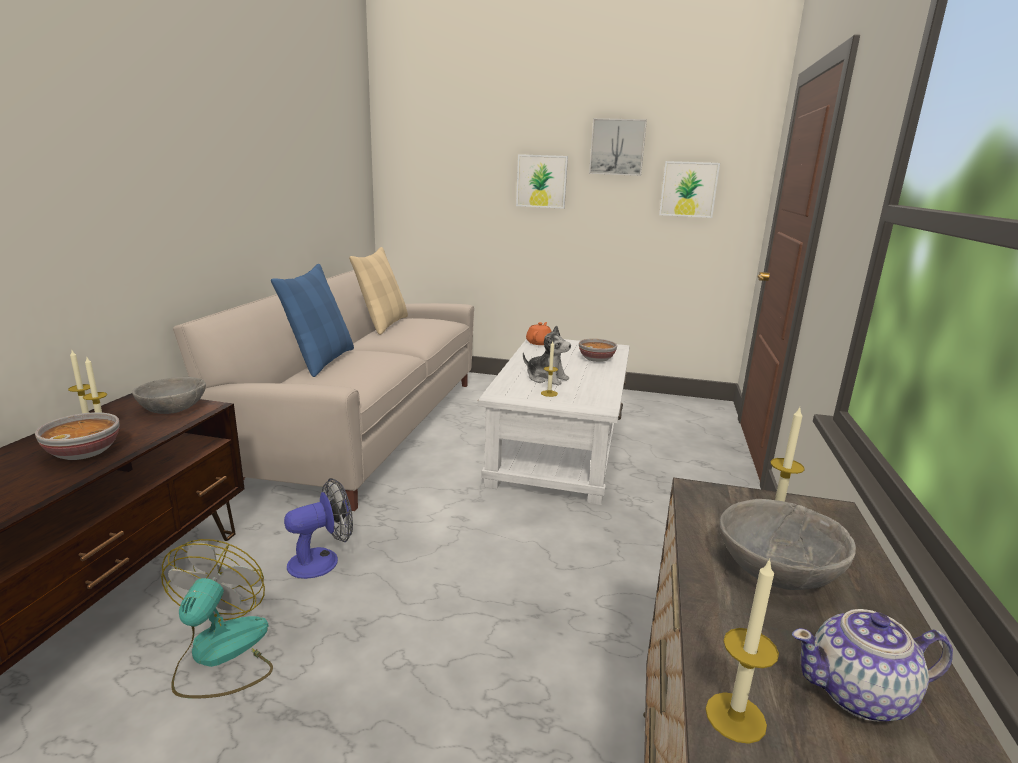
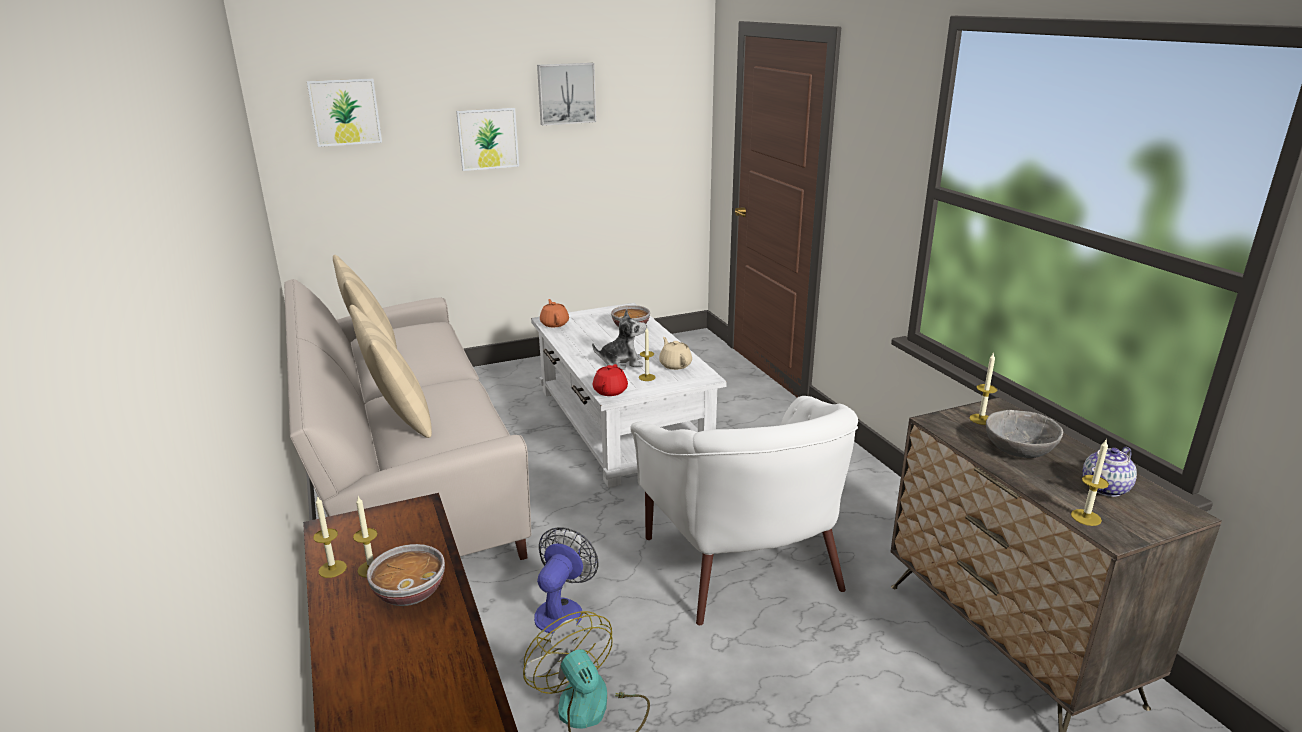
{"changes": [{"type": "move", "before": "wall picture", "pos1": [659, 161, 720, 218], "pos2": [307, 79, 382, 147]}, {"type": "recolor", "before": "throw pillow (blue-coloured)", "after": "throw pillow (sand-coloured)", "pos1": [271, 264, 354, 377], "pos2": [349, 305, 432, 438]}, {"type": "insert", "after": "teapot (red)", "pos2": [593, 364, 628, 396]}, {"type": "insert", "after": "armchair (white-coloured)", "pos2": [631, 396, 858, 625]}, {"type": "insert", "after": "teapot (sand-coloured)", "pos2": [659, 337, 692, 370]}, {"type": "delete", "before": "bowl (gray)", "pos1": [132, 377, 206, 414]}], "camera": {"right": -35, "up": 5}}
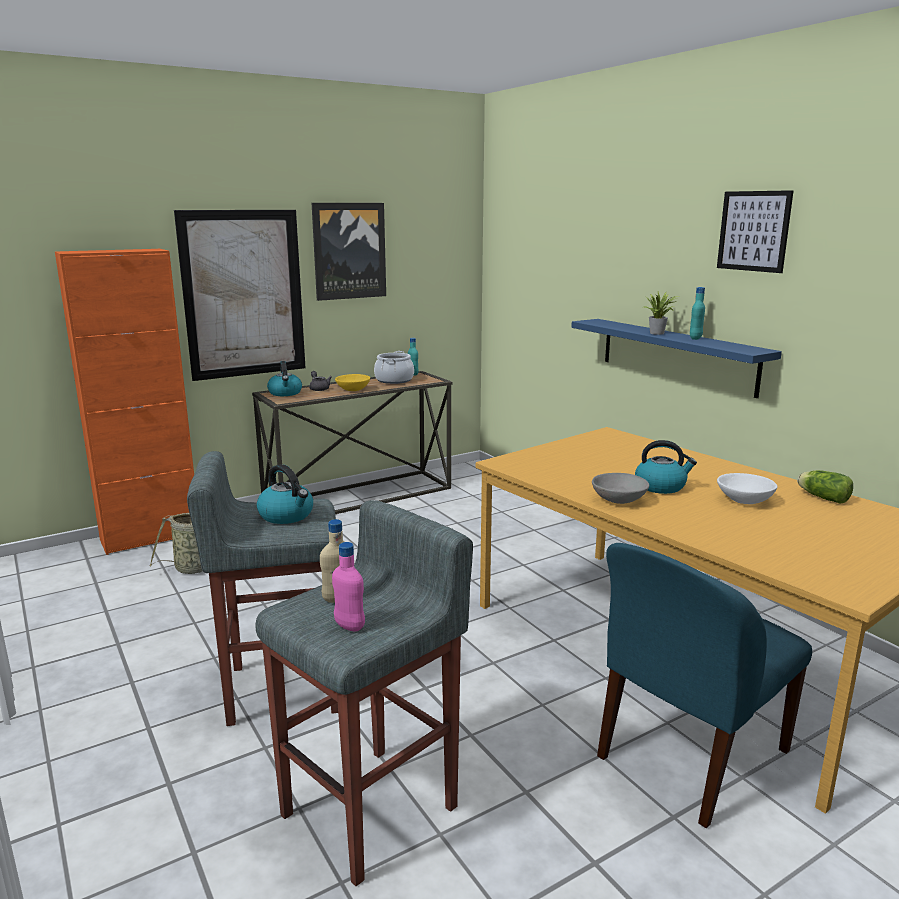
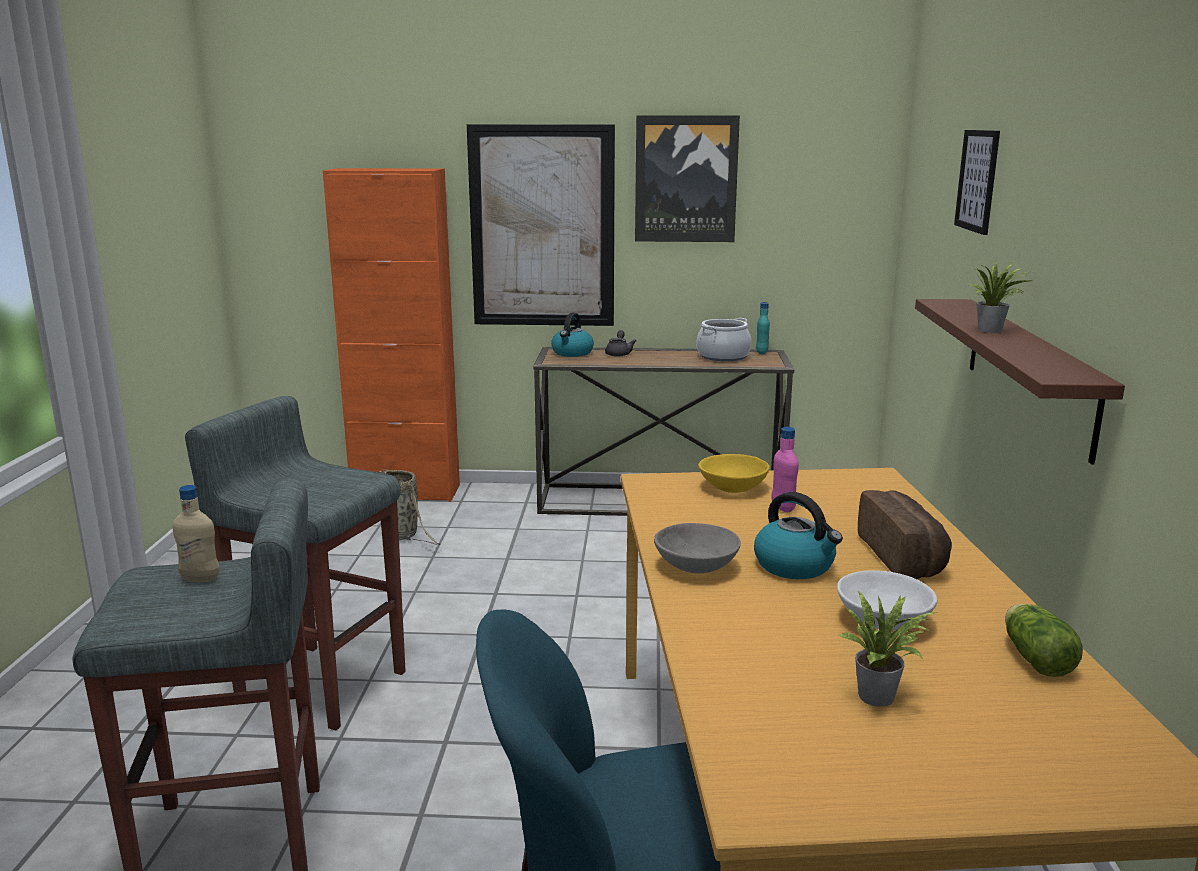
{"changes": [{"type": "move", "before": "bowl (yellow)", "pos1": [335, 374, 370, 391], "pos2": [698, 454, 770, 493]}, {"type": "move", "before": "drink bottle (pink)", "pos1": [332, 542, 365, 631], "pos2": [772, 427, 799, 512]}, {"type": "insert", "after": "potted plant", "pos2": [838, 591, 938, 707]}, {"type": "insert", "after": "baked bread", "pos2": [858, 490, 952, 579]}, {"type": "recolor", "before": "bracket shelf (blue-coloured)", "after": "bracket shelf (brown-coloured)", "pos1": [571, 319, 782, 398], "pos2": [915, 299, 1125, 465]}, {"type": "move", "before": "wall picture", "pos1": [717, 190, 794, 273], "pos2": [954, 130, 1000, 235]}, {"type": "delete", "before": "water kettle", "pos1": [257, 464, 313, 524]}, {"type": "delete", "before": "drink bottle (turquoise-coloured)", "pos1": [690, 287, 705, 340]}], "camera": {"right": 35, "up": 0}}
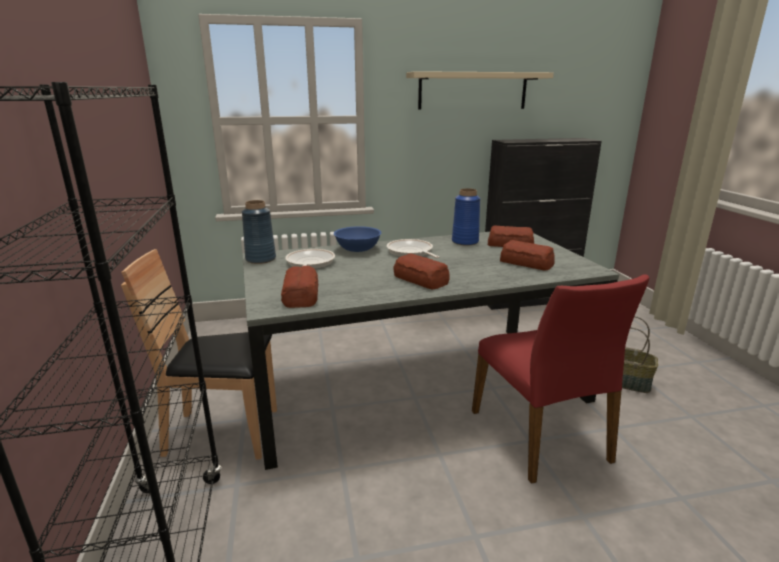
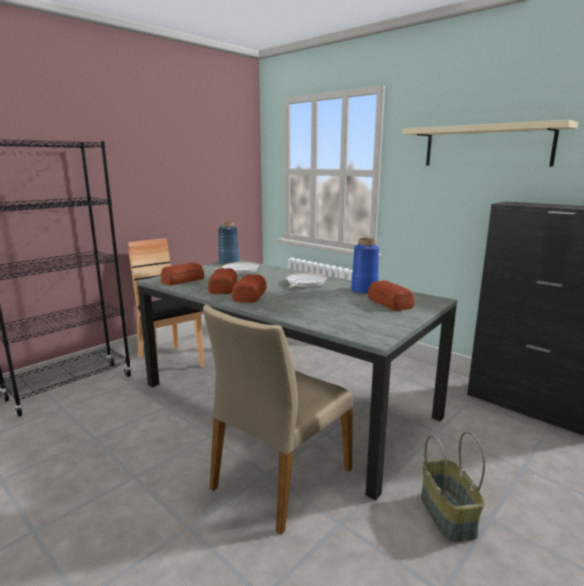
{"changes": [{"type": "recolor", "before": "upright chair (red)", "after": "upright chair (sand-coloured)", "pos1": [472, 274, 649, 484], "pos2": [203, 305, 353, 535]}, {"type": "move", "before": "baked bread", "pos1": [500, 240, 555, 271], "pos2": [208, 268, 238, 294]}, {"type": "delete", "before": "bowl (blue-coloured)", "pos1": [334, 226, 381, 252]}], "camera": {"right": 55, "up": -5}}
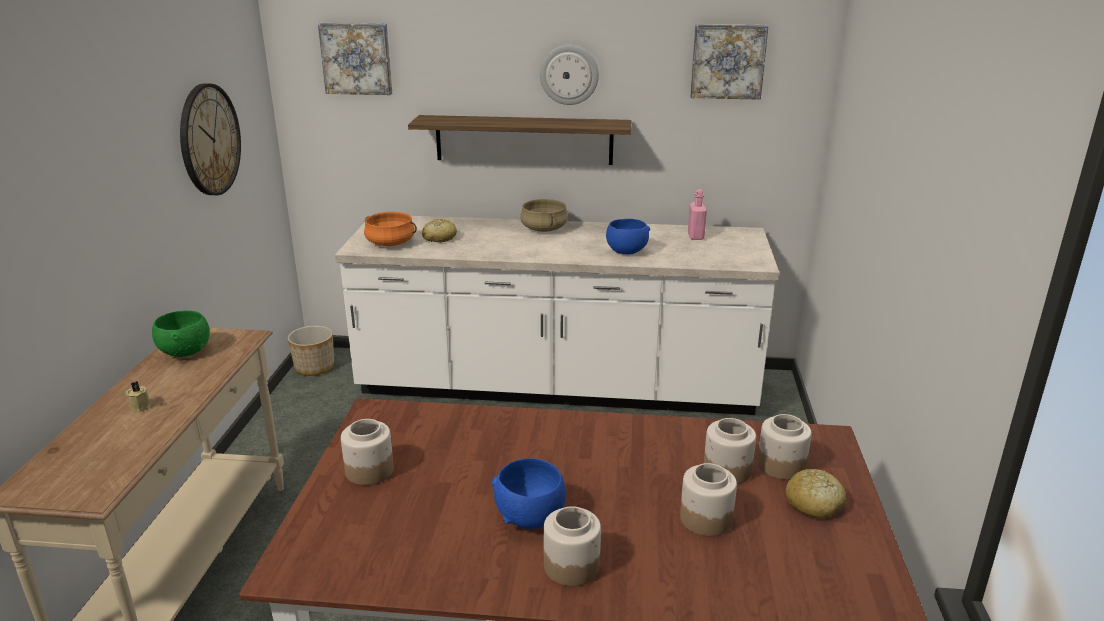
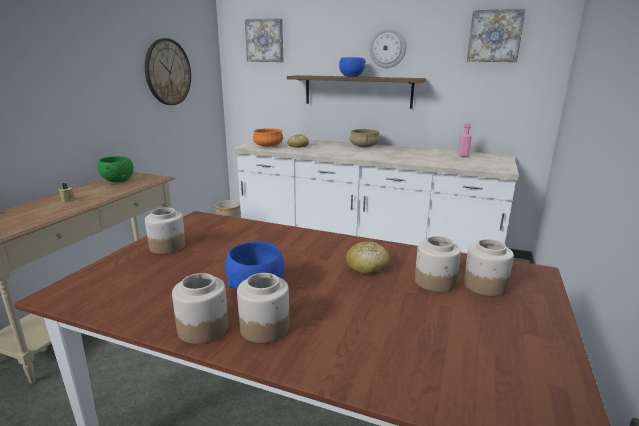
{"changes": [{"type": "move", "before": "preserve jar", "pos1": [680, 463, 737, 536], "pos2": [172, 273, 228, 344]}, {"type": "move", "before": "bowl (blue-coloured)", "pos1": [606, 219, 650, 255], "pos2": [339, 57, 366, 77]}, {"type": "move", "before": "baked bread", "pos1": [785, 469, 847, 518], "pos2": [346, 242, 390, 274]}], "camera": {"right": 15, "up": -5}}
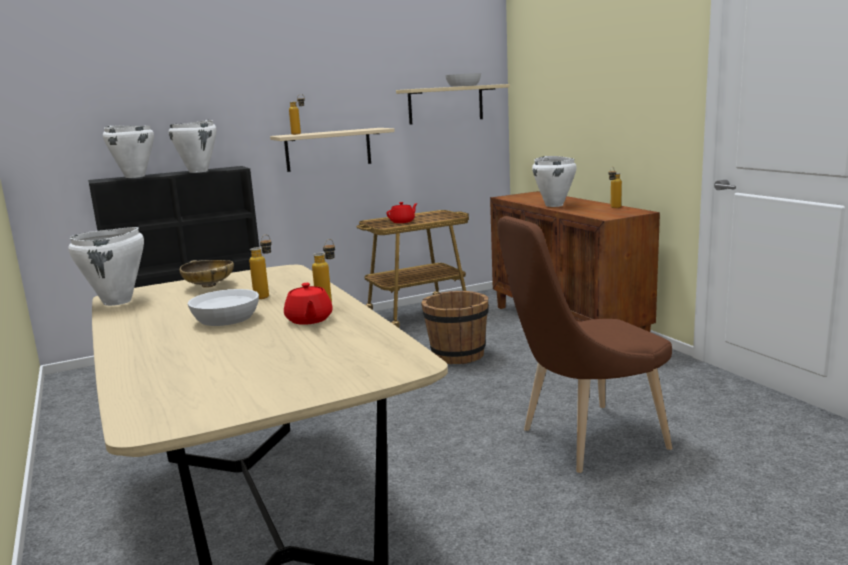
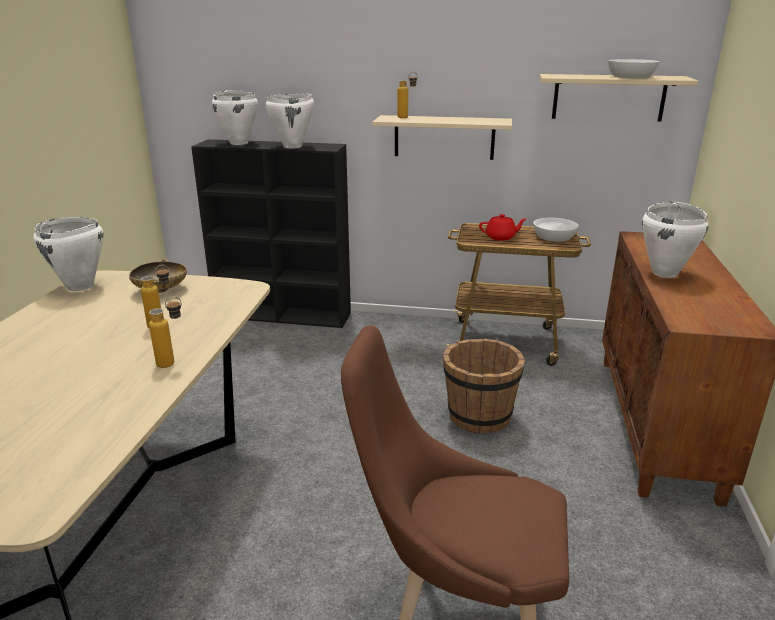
{"changes": [{"type": "move", "before": "bowl (white-coloured)", "pos1": [187, 289, 259, 326], "pos2": [533, 218, 578, 242]}, {"type": "delete", "before": "teapot (red)", "pos1": [284, 283, 332, 325]}, {"type": "delete", "before": "drink bottle", "pos1": [608, 167, 622, 208]}], "camera": {"right": 35, "up": 10}}
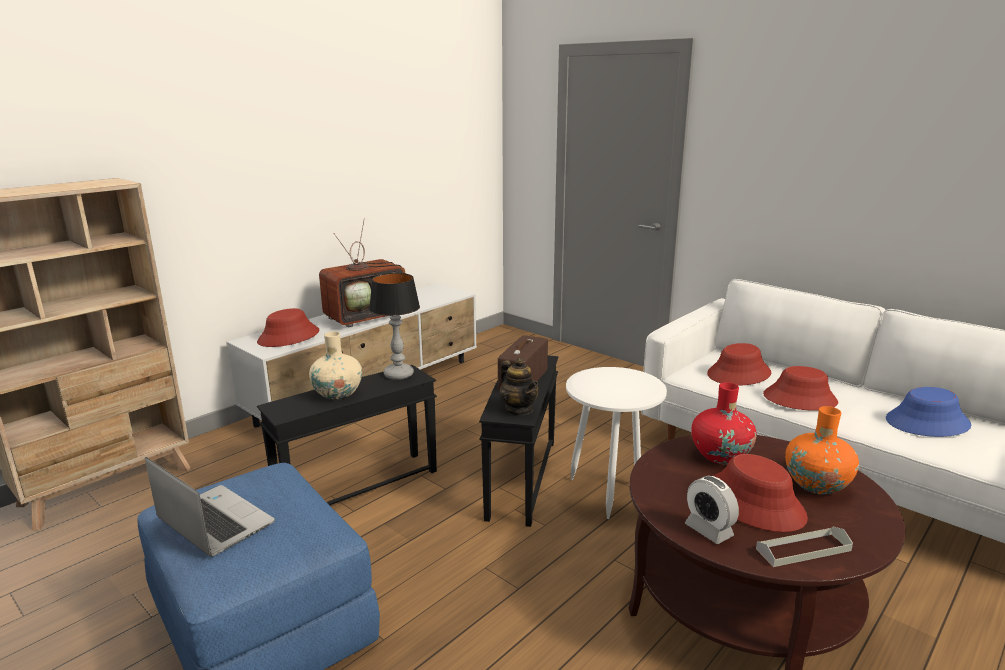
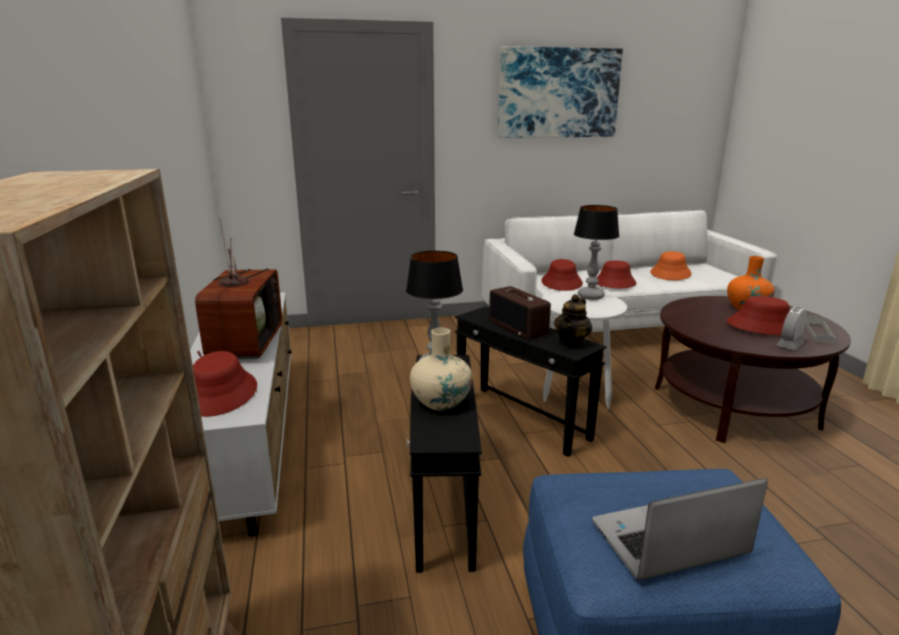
{"changes": [{"type": "insert", "after": "wall picture", "pos2": [498, 46, 623, 138]}, {"type": "rotate", "before": "teapot", "pos1": [500, 358, 538, 415], "pos2": [554, 294, 592, 348], "turn": 120}, {"type": "insert", "after": "table lamp", "pos2": [574, 205, 619, 300]}, {"type": "recolor", "before": "hat (blue-coloured)", "after": "hat (orange)", "pos1": [886, 387, 971, 437], "pos2": [650, 251, 692, 280]}, {"type": "rotate", "before": "alarm clock", "pos1": [685, 476, 739, 544], "pos2": [776, 307, 807, 350], "turn": 135}, {"type": "delete", "before": "vase (red)", "pos1": [691, 382, 757, 464]}], "camera": {"right": -55, "up": 0}}
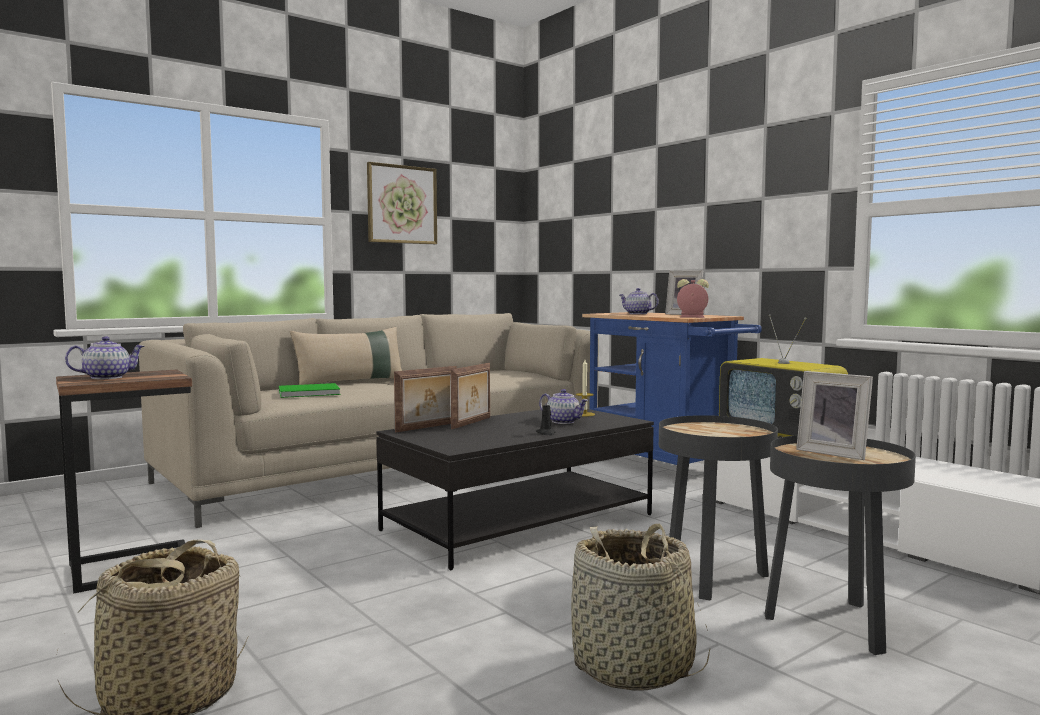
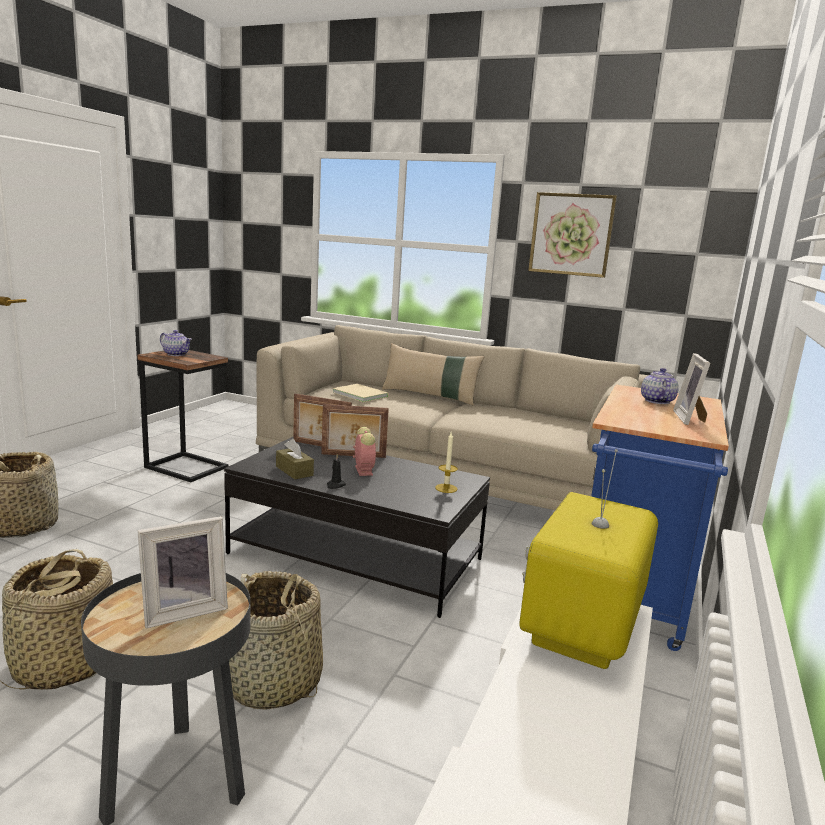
{"changes": [{"type": "rotate", "before": "photo frame", "pos1": [796, 371, 873, 460], "pos2": [138, 516, 228, 629], "turn": -135}, {"type": "replace", "before": "end table (blackish)", "after": "storage basket", "pos1": [659, 415, 778, 600], "pos2": [229, 571, 323, 710]}, {"type": "insert", "after": "tissue box (brown-coloured)", "pos2": [276, 439, 314, 479]}, {"type": "recolor", "before": "volume (green)", "after": "volume (sand-coloured)", "pos1": [279, 383, 340, 398], "pos2": [332, 384, 389, 402]}, {"type": "move", "before": "alarm clock", "pos1": [677, 279, 709, 318], "pos2": [353, 427, 376, 476]}, {"type": "delete", "before": "teapot", "pos1": [539, 389, 589, 424]}], "camera": {"right": 60, "up": 10}}
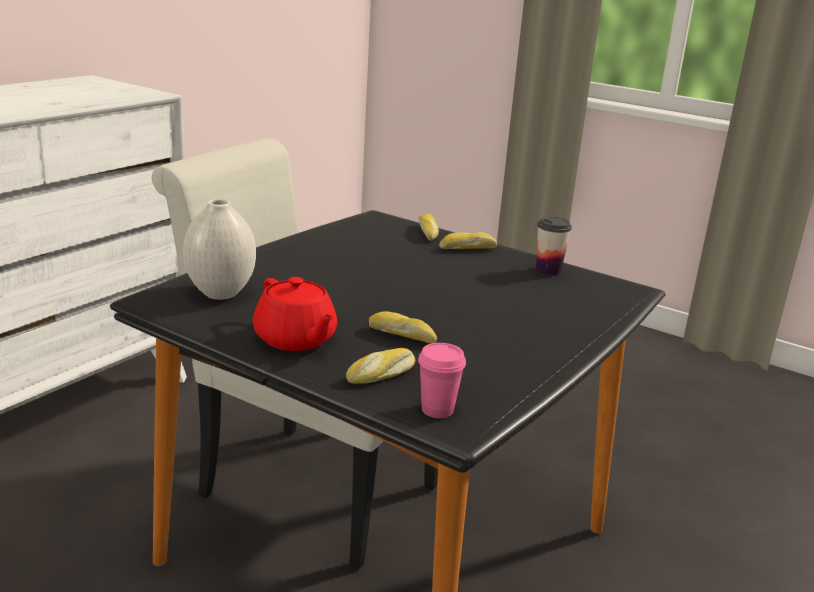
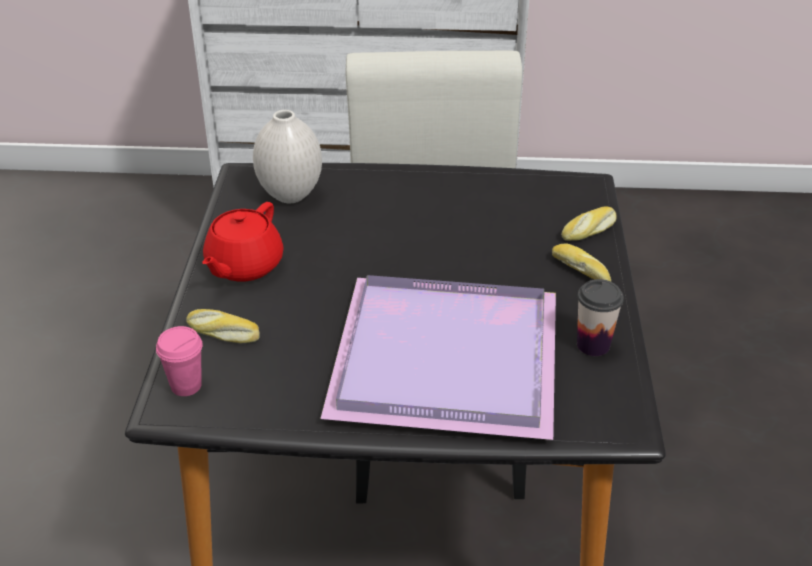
{"changes": [{"type": "insert", "after": "carrying tray (purple-coloured)", "pos2": [320, 275, 556, 440]}, {"type": "delete", "before": "baked bread", "pos1": [369, 311, 437, 343]}], "camera": {"right": 60, "up": 15}}
